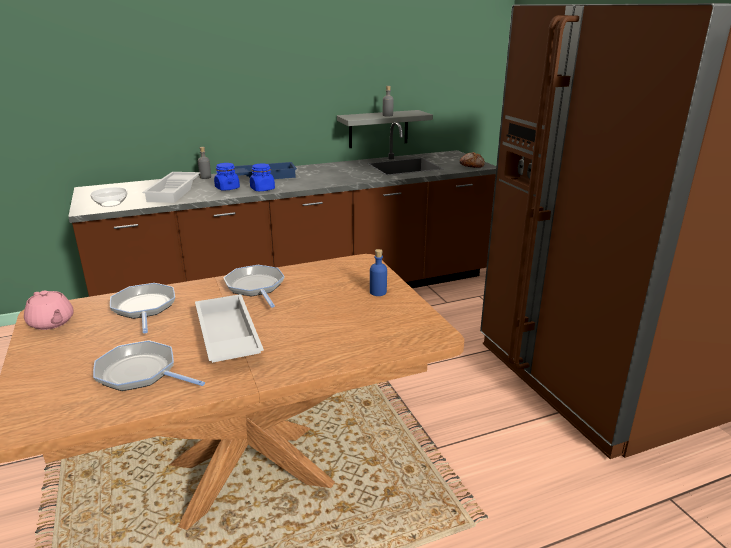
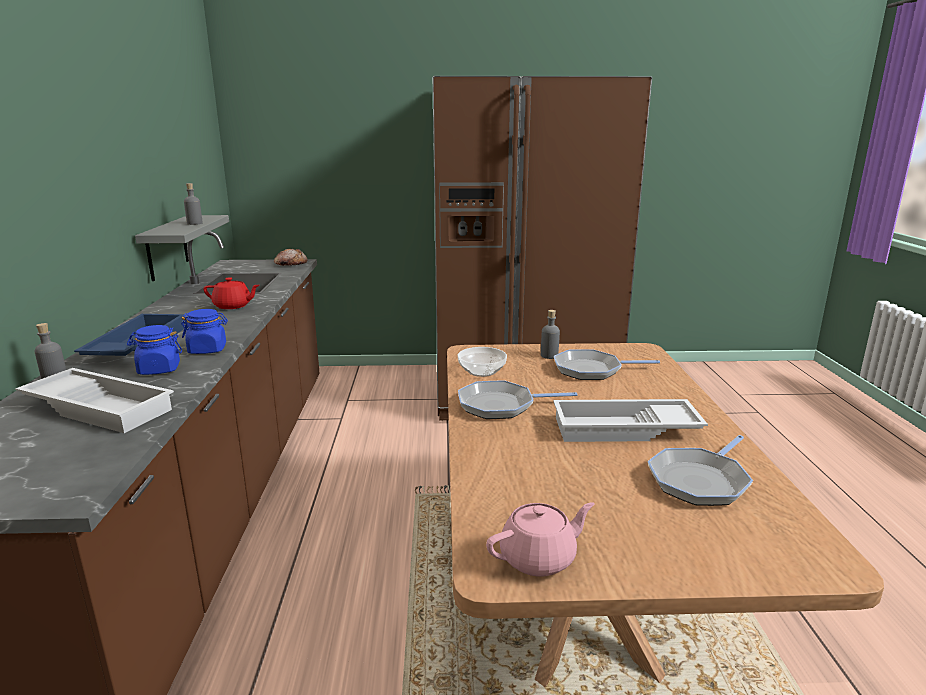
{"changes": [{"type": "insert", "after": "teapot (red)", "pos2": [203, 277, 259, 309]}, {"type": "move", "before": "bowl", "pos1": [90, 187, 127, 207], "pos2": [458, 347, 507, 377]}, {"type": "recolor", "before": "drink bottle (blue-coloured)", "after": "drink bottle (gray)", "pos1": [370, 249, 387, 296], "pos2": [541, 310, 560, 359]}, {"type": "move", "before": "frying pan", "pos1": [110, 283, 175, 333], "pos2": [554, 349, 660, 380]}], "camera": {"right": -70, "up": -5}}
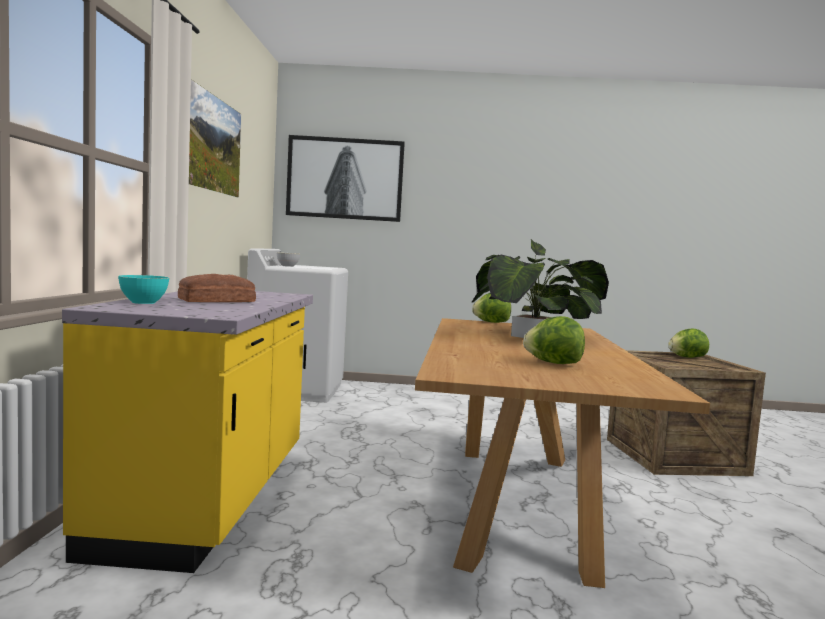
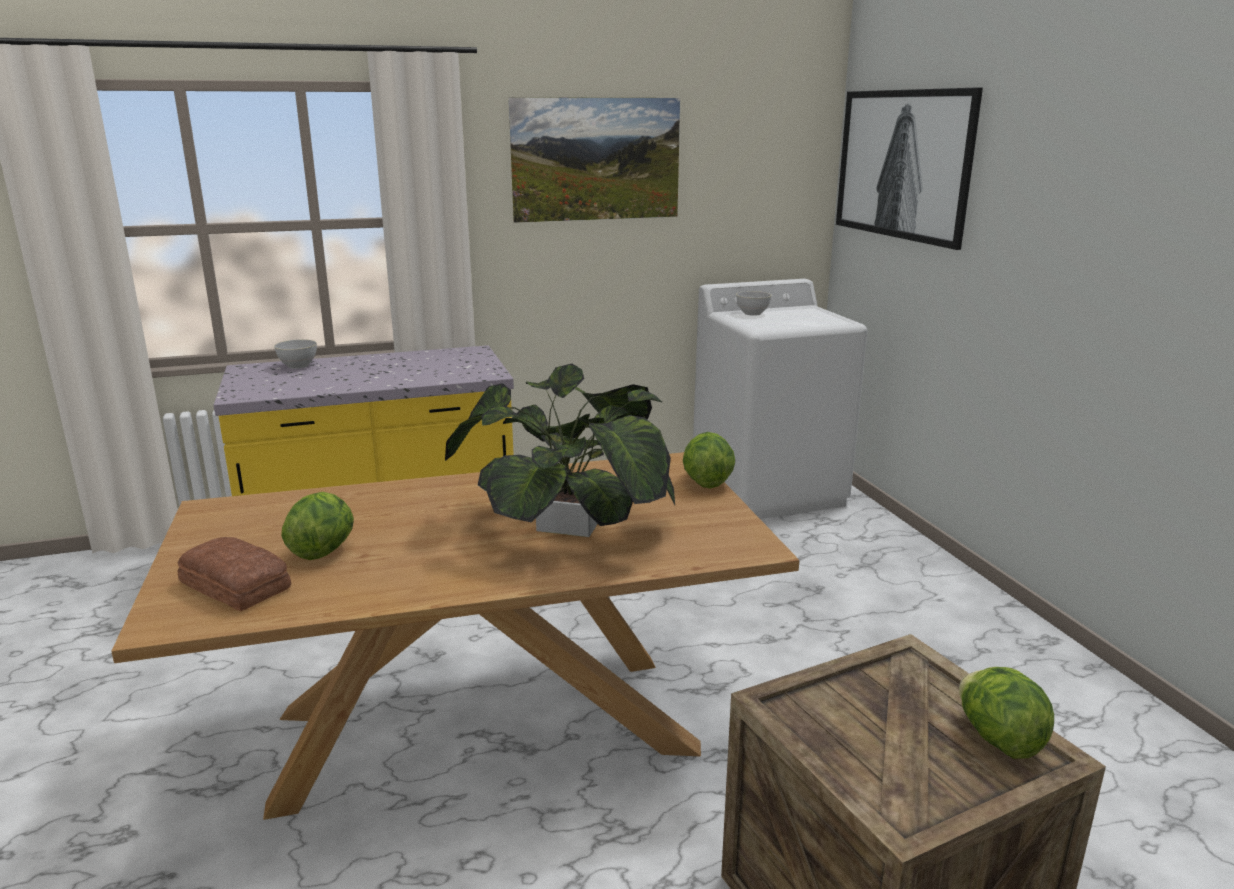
{"changes": [{"type": "move", "before": "baked bread", "pos1": [178, 274, 256, 302], "pos2": [178, 537, 291, 611]}, {"type": "recolor", "before": "bowl (turquoise-coloured)", "after": "bowl (gray)", "pos1": [118, 275, 169, 304], "pos2": [274, 339, 317, 369]}], "camera": {"right": 70, "up": 15}}
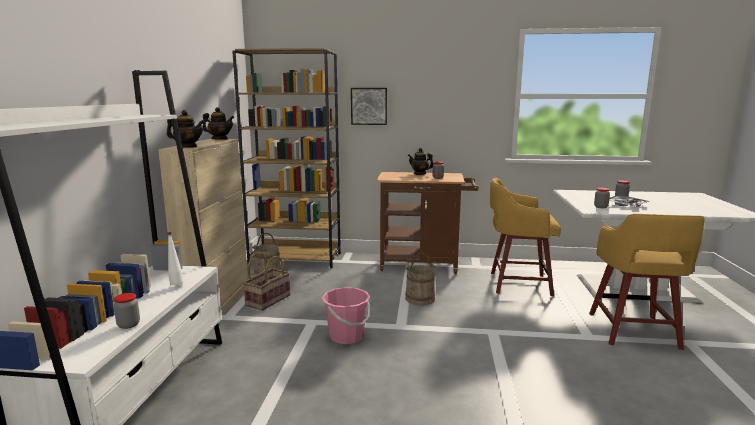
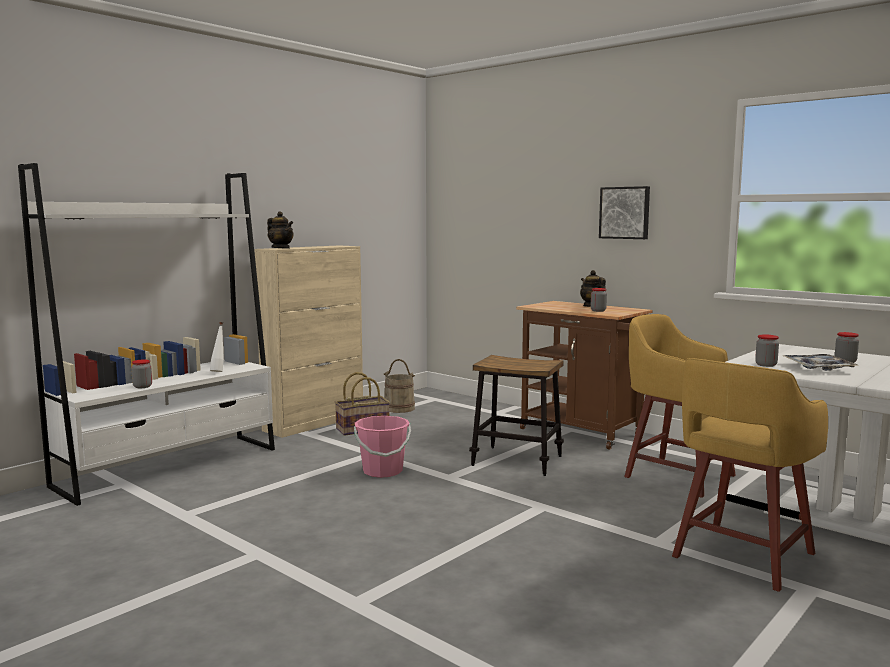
{"changes": [{"type": "replace", "before": "water bucket (sand-coloured)", "after": "stool seat", "pos1": [405, 253, 436, 305], "pos2": [469, 355, 564, 476]}, {"type": "move", "before": "wall picture", "pos1": [351, 88, 387, 125], "pos2": [599, 186, 650, 239]}, {"type": "delete", "before": "teapot", "pos1": [202, 107, 234, 139]}, {"type": "delete", "before": "bookcase (brown-coloured)", "pos1": [232, 48, 341, 268]}], "camera": {"right": 35, "up": -5}}
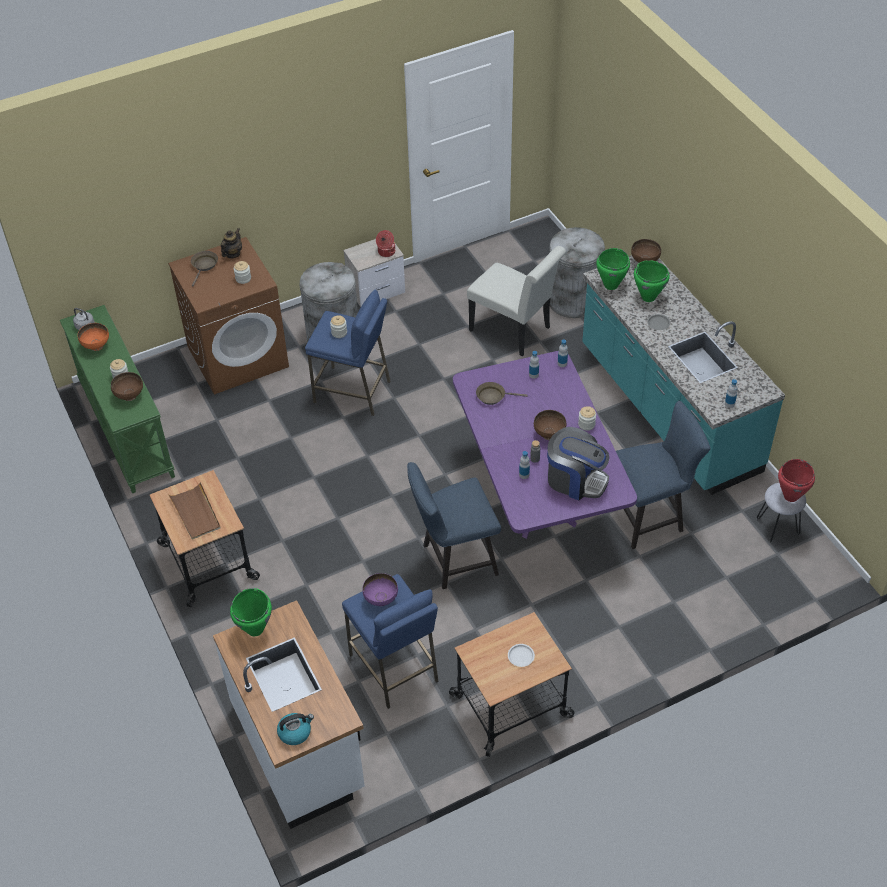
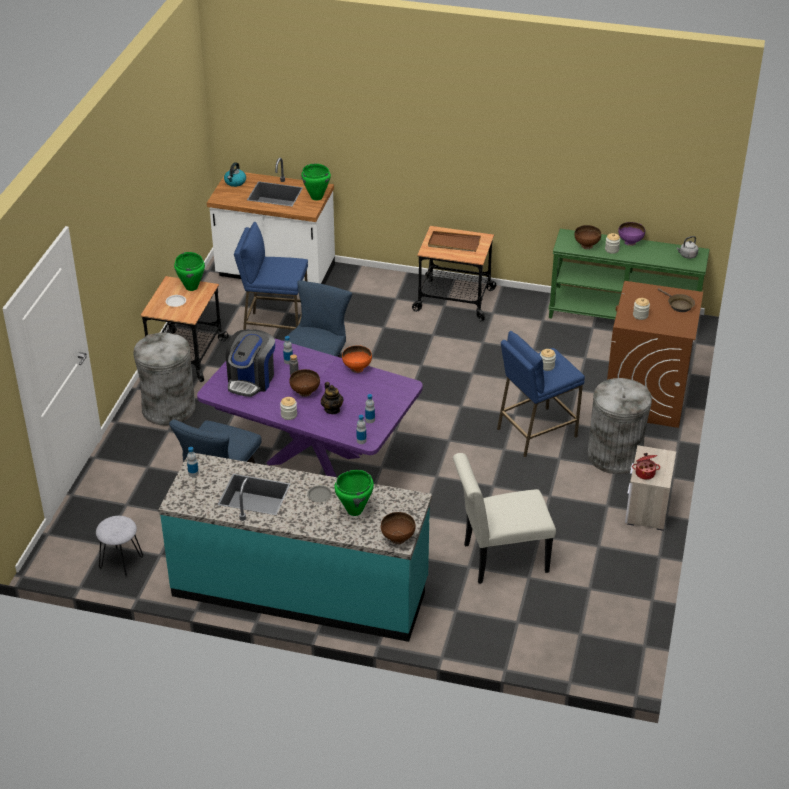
{"changes": [{"type": "move", "before": "trash can (gray)", "pos1": [550, 227, 605, 318], "pos2": [133, 332, 195, 426]}, {"type": "move", "before": "saucepot (green)", "pos1": [596, 248, 630, 290], "pos2": [174, 252, 205, 291]}, {"type": "rotate", "before": "coffee maker", "pos1": [547, 427, 609, 500], "pos2": [226, 329, 275, 397], "turn": -45}, {"type": "move", "before": "teapot", "pos1": [221, 228, 242, 258], "pos2": [321, 382, 343, 414]}, {"type": "move", "before": "bowl (orange)", "pos1": [78, 323, 109, 351], "pos2": [342, 345, 372, 373]}, {"type": "move", "before": "bowl (purple-coloured)", "pos1": [362, 573, 398, 606], "pos2": [618, 222, 645, 246]}, {"type": "delete", "before": "frying pan (brown-coloured)", "pos1": [476, 382, 528, 405]}, {"type": "delete", "before": "saucepot (red)", "pos1": [778, 459, 815, 502]}], "camera": {"right": 130, "up": -10}}
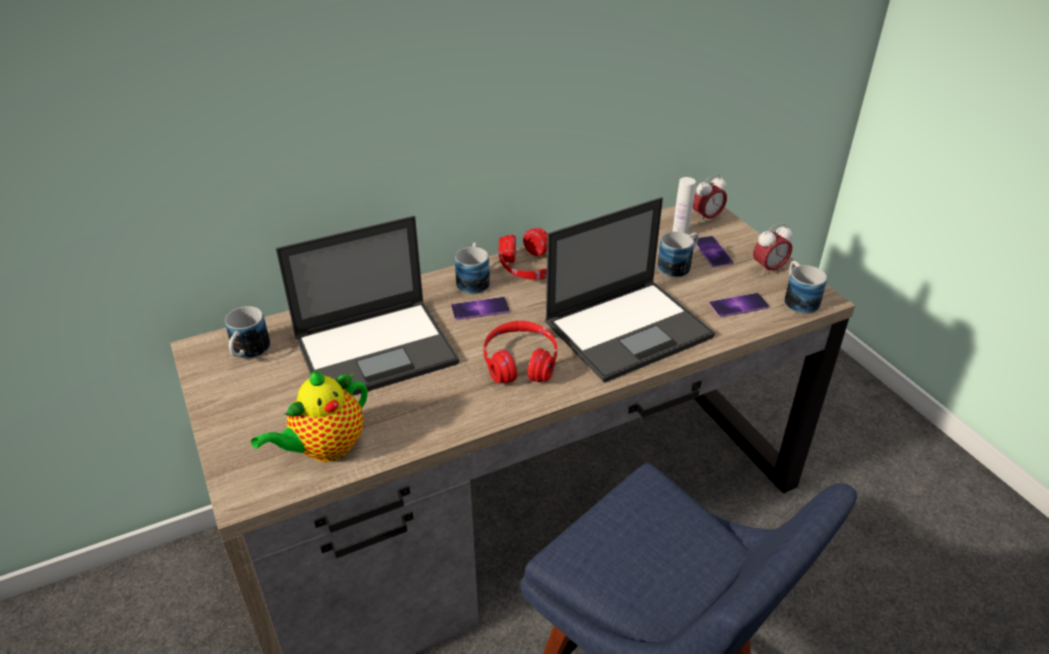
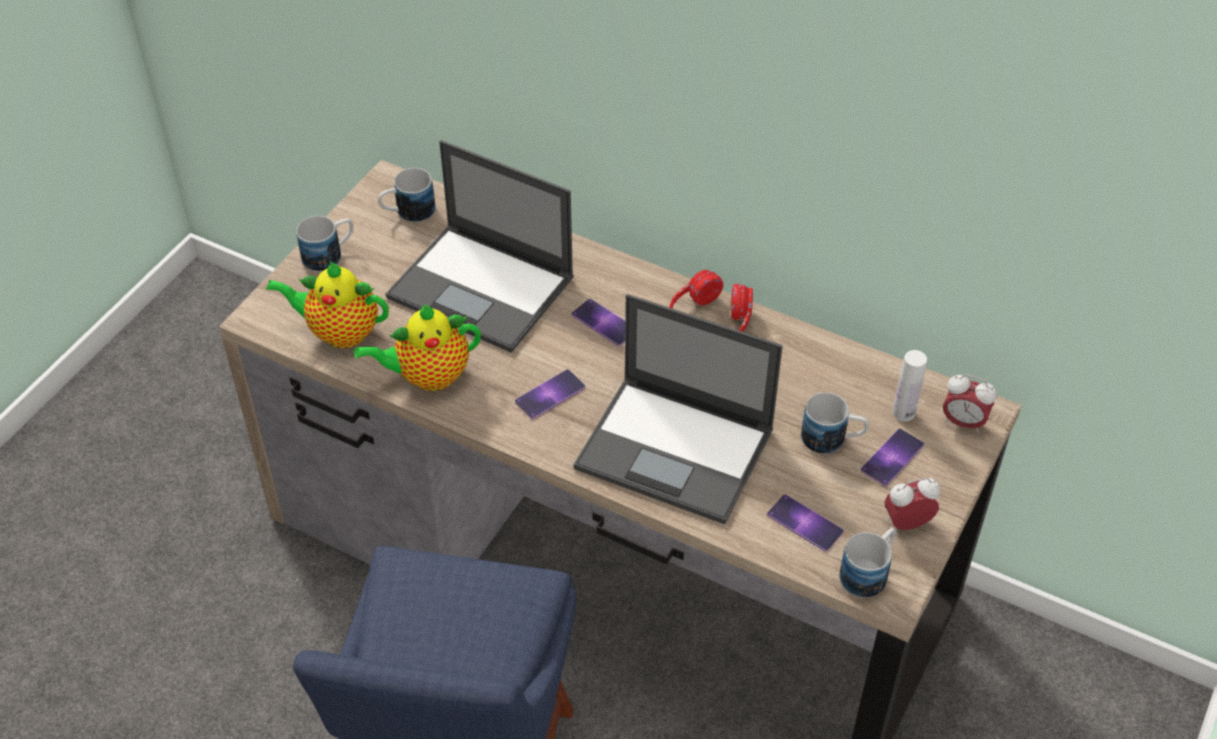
{"changes": [{"type": "move", "before": "tea mug", "pos1": [455, 242, 490, 294], "pos2": [296, 216, 354, 272]}, {"type": "insert", "after": "teapot", "pos2": [354, 305, 481, 391]}, {"type": "replace", "before": "headset (red)", "after": "phone", "pos1": [483, 321, 557, 384], "pos2": [515, 369, 585, 420]}, {"type": "rotate", "before": "alarm clock", "pos1": [753, 223, 792, 276], "pos2": [884, 478, 940, 530], "turn": 135}], "camera": {"right": 55, "up": 10}}
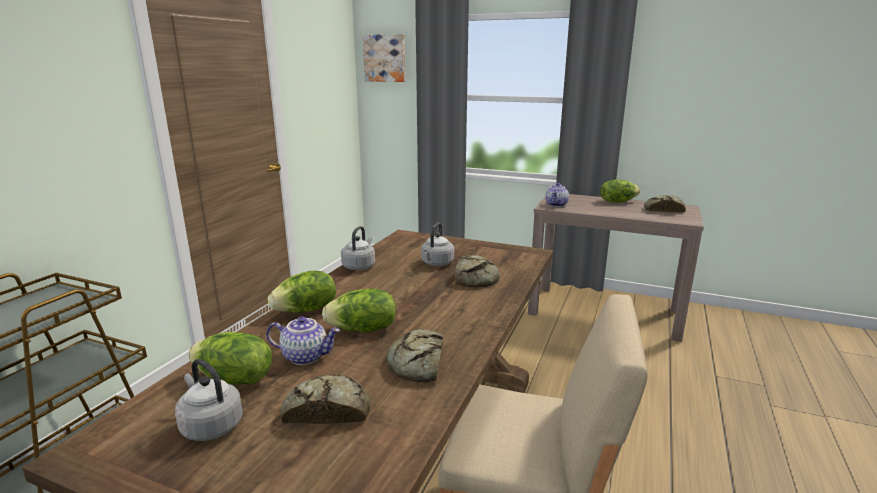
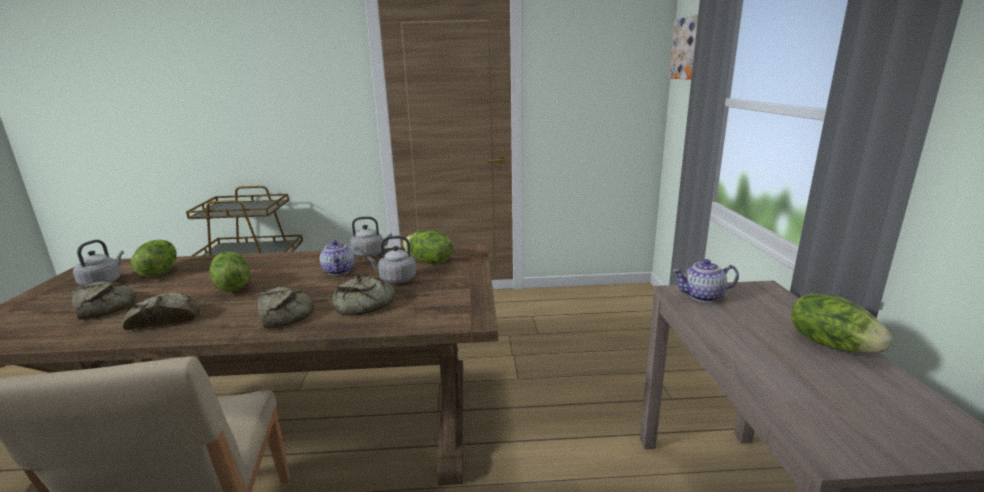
{"changes": [{"type": "move", "before": "baked bread", "pos1": [644, 195, 686, 213], "pos2": [258, 287, 314, 328]}, {"type": "move", "before": "teapot", "pos1": [266, 316, 340, 365], "pos2": [320, 240, 354, 275]}, {"type": "move", "before": "lettuce", "pos1": [268, 271, 336, 313], "pos2": [403, 230, 453, 264]}], "camera": {"right": 65, "up": 0}}
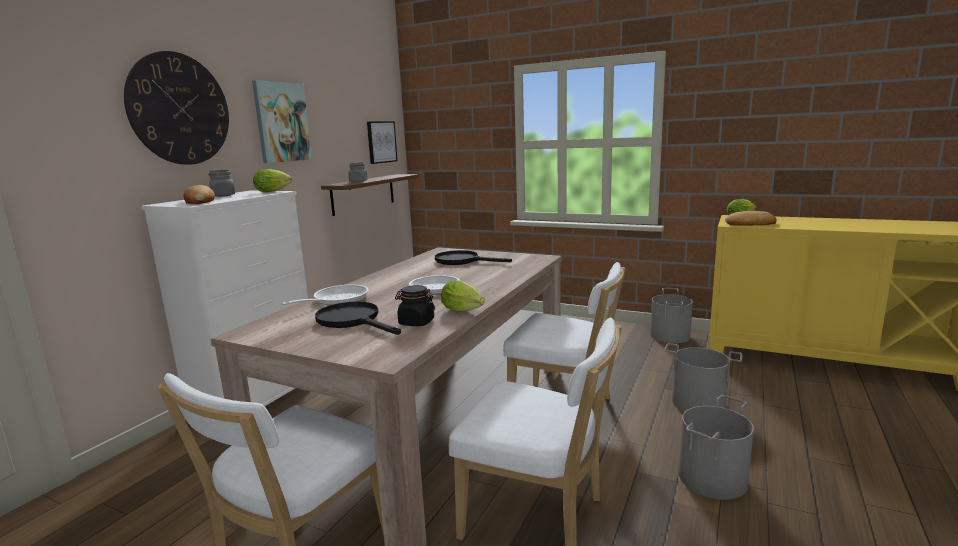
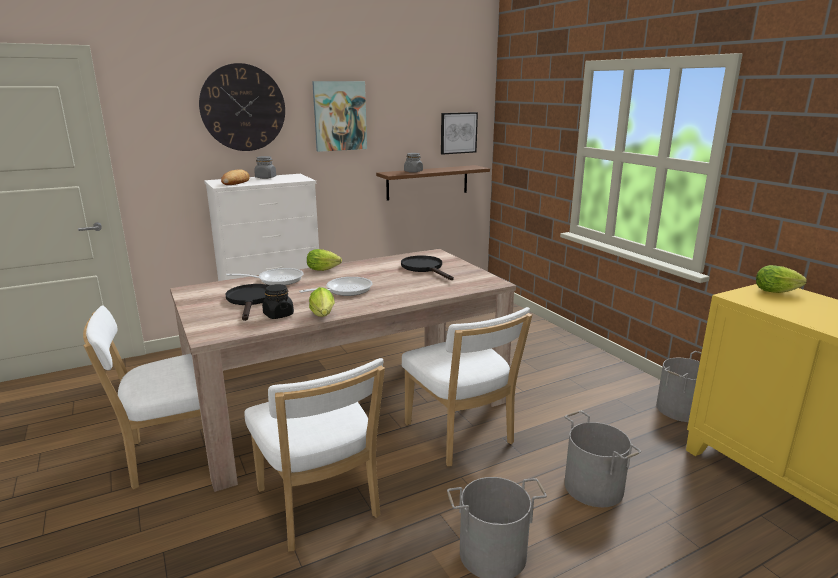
{"changes": [{"type": "move", "before": "lettuce", "pos1": [253, 169, 292, 192], "pos2": [307, 249, 342, 271]}, {"type": "delete", "before": "baked bread", "pos1": [725, 211, 777, 226]}], "camera": {"right": 35, "up": 5}}
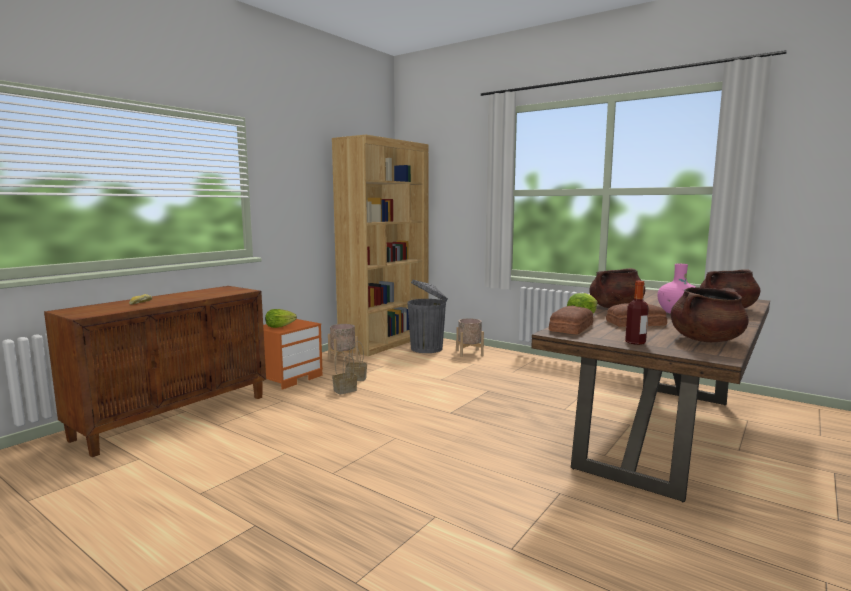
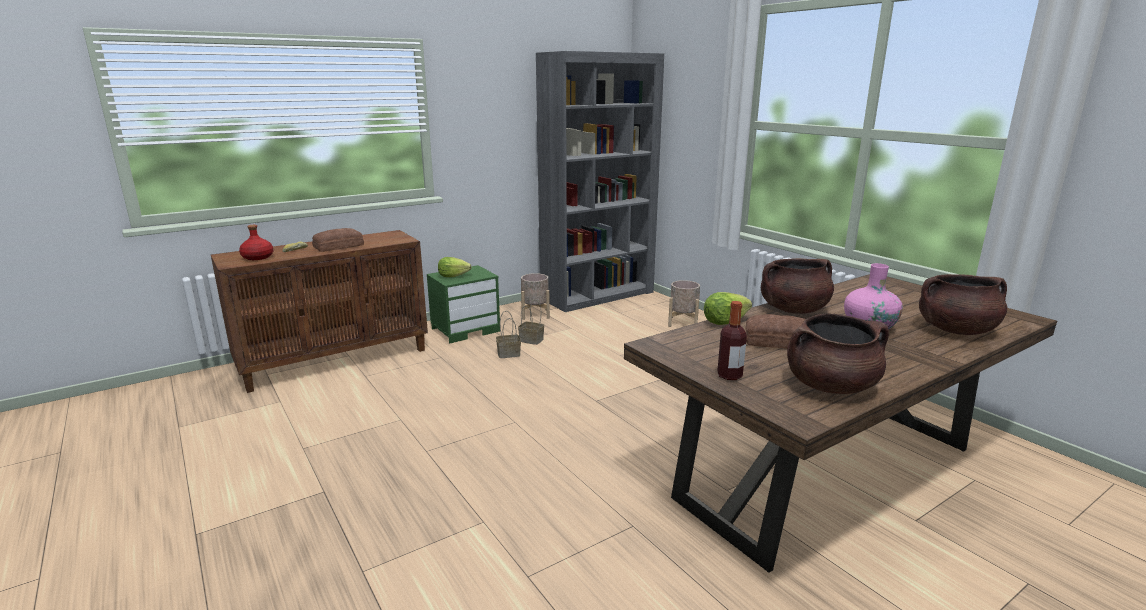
{"changes": [{"type": "insert", "after": "drink bottle (red)", "pos2": [239, 225, 273, 260]}, {"type": "move", "before": "baked bread", "pos1": [549, 306, 593, 334], "pos2": [312, 228, 364, 252]}, {"type": "recolor", "before": "night table (orange)", "after": "night table (green)", "pos1": [263, 319, 323, 390], "pos2": [427, 265, 500, 344]}, {"type": "recolor", "before": "bookcase (brown-coloured)", "after": "bookcase (gray)", "pos1": [332, 135, 429, 356], "pos2": [536, 51, 664, 312]}, {"type": "delete", "before": "trash can (gray)", "pos1": [407, 280, 448, 353]}], "camera": {"right": 20, "up": 10}}
